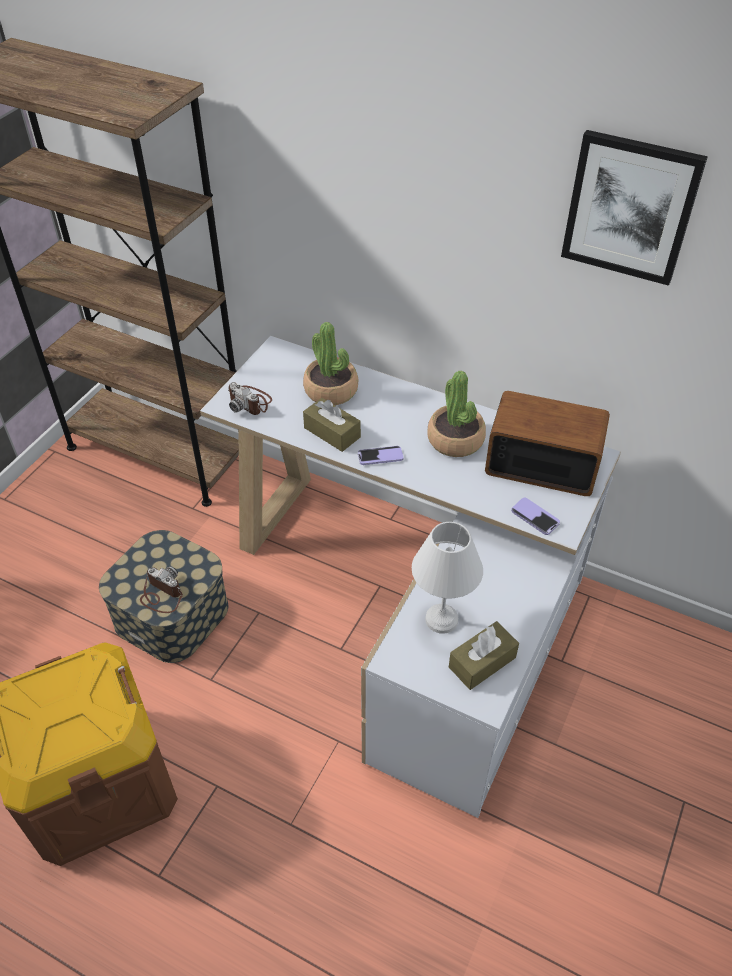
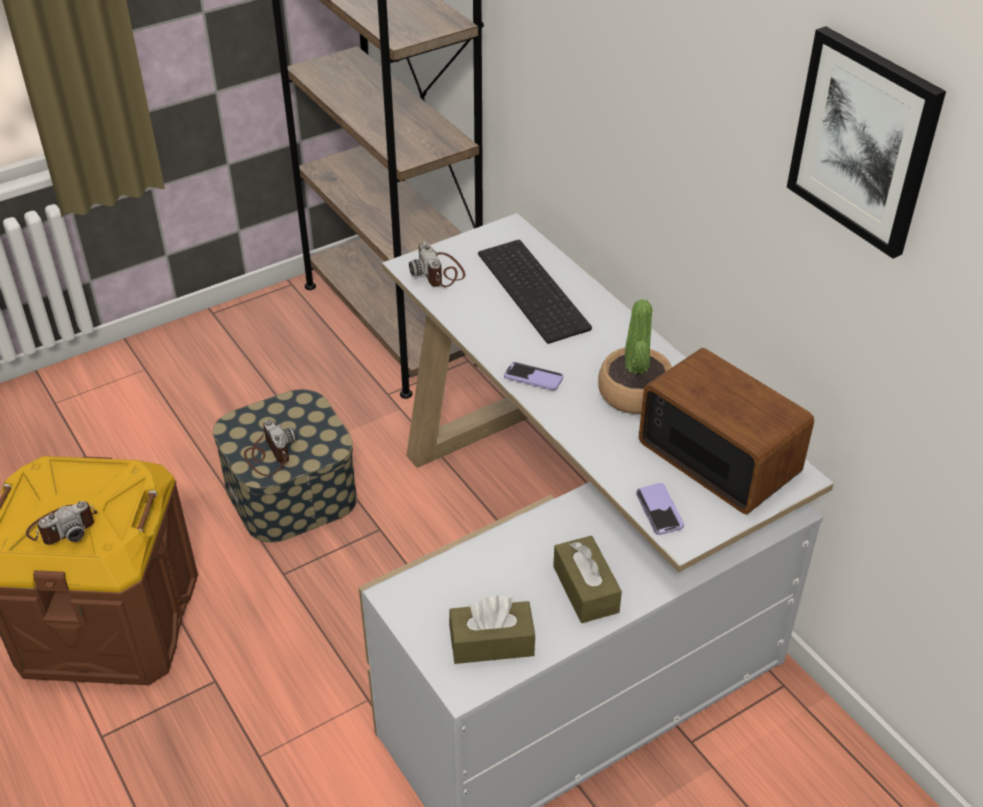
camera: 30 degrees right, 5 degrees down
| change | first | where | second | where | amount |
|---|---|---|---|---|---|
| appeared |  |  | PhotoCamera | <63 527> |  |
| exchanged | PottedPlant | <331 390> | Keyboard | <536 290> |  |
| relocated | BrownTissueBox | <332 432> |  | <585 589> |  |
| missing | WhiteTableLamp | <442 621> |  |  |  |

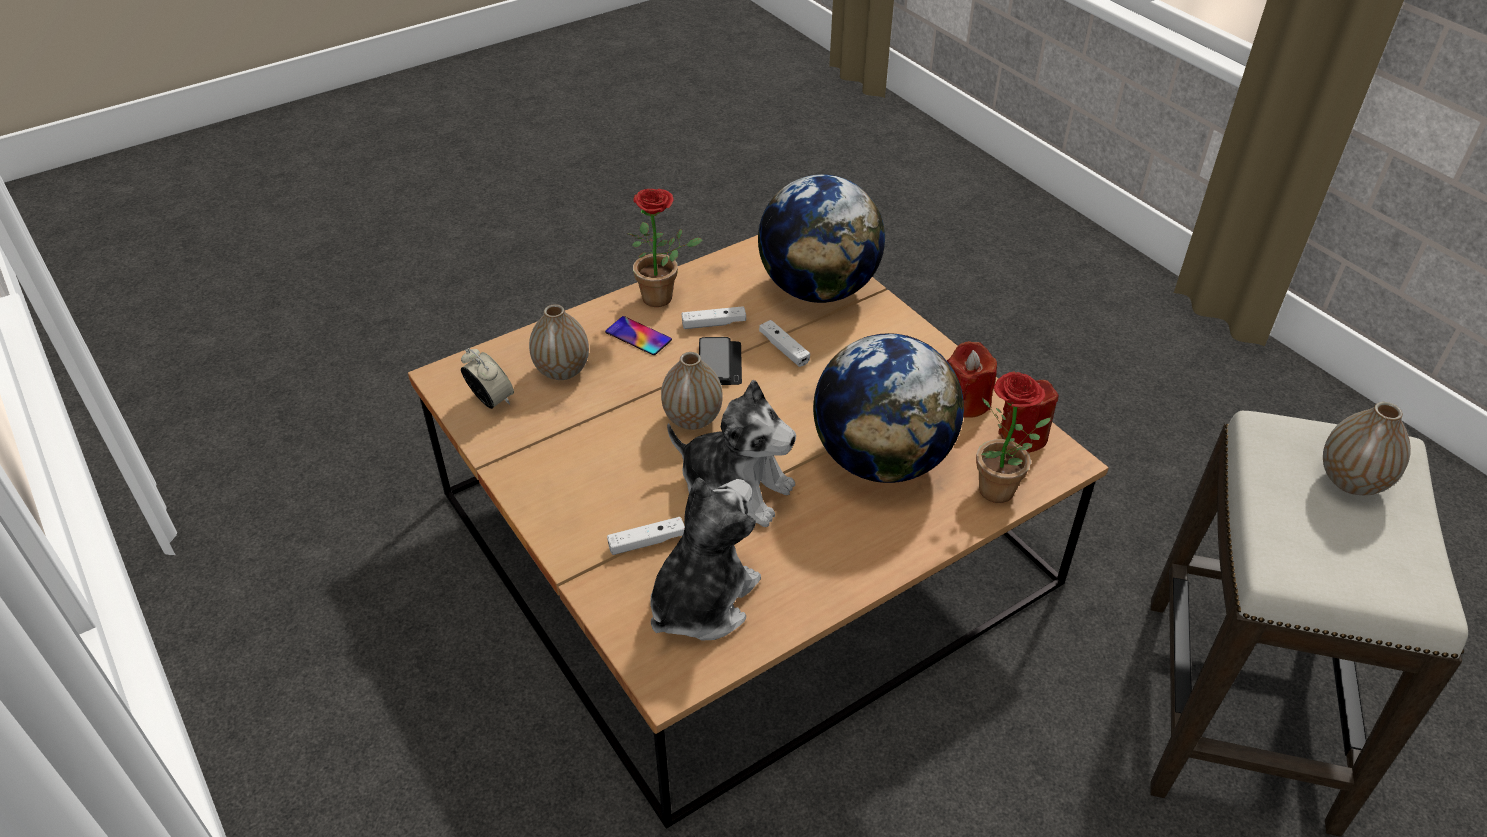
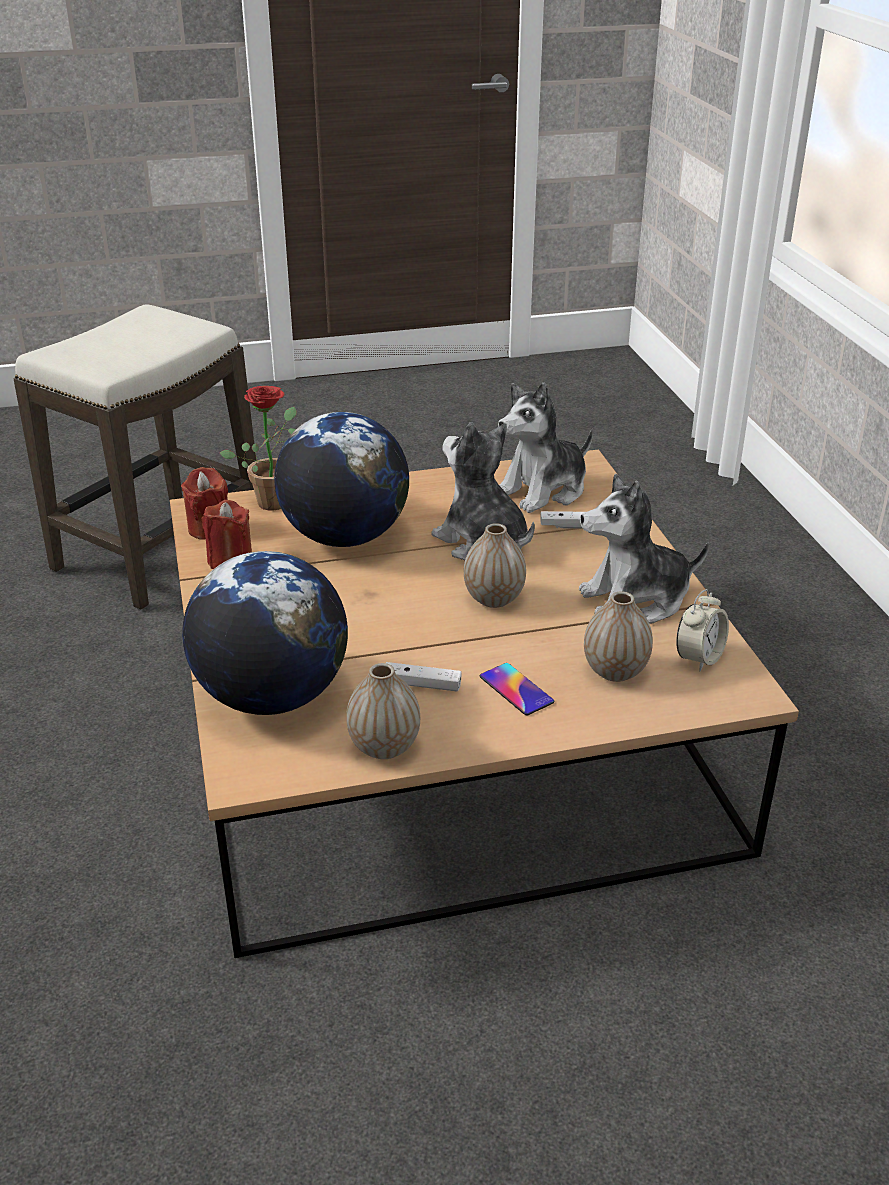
camera: 160 degrees left, 10 degrees down
| change | first | where | second | where | amount |
|---|---|---|---|---|---|
| relocated | Vase | <1351 481> |  | <384 747> |  |
| appeared |  |  | PlushToy | <635 600> |  |
| spun | AlarmClock | <491 400> |  | <699 658> | 120 degrees counterclockwise |
| missing | PottedPlant | <664 298> |  |  |  |
| missing | Phone | <720 363> |  |  |  |
| missing | WhiteGameController | <784 349> |  |  |  |

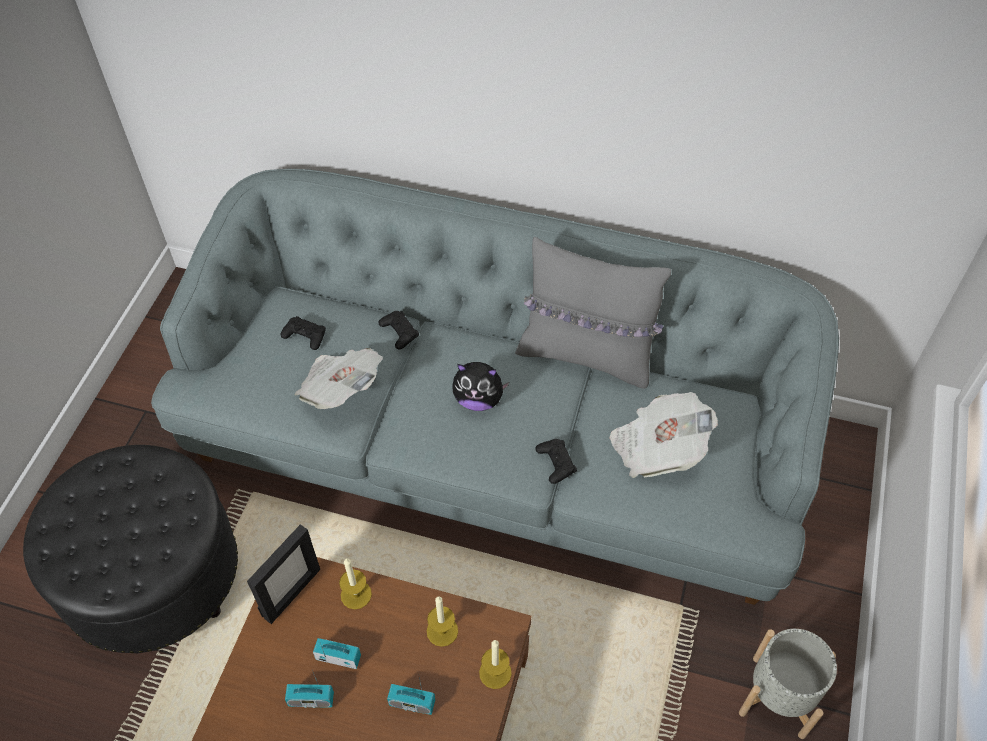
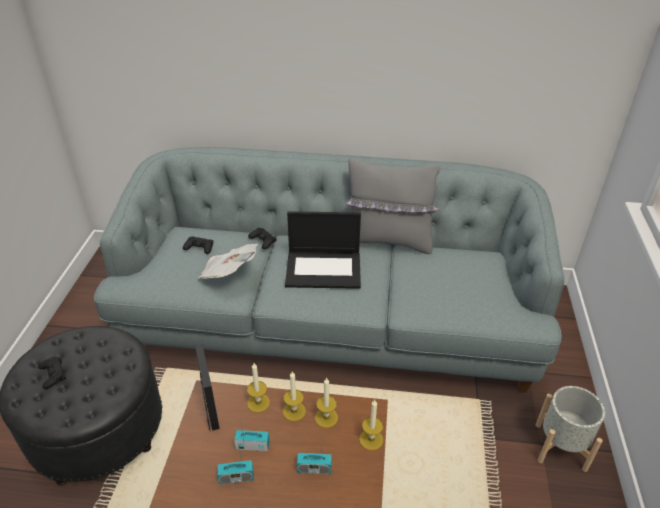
camera: 10 degrees left, 15 degrees down
| change | first | where | second | where | amount |
|---|---|---|---|---|---|
| relocated | BlackGameController | <556 463> |  | <53 374> |  |
| spun | PictureFrame | <291 592> |  | <210 408> | 45 degrees counterclockwise |
| appeared |  |  | Candle | <294 411> |  |
| exchanged | PlushToy | <478 399> | Laptop | <324 269> |  |
| missing | Newspaper | <658 448> |  |  |  |

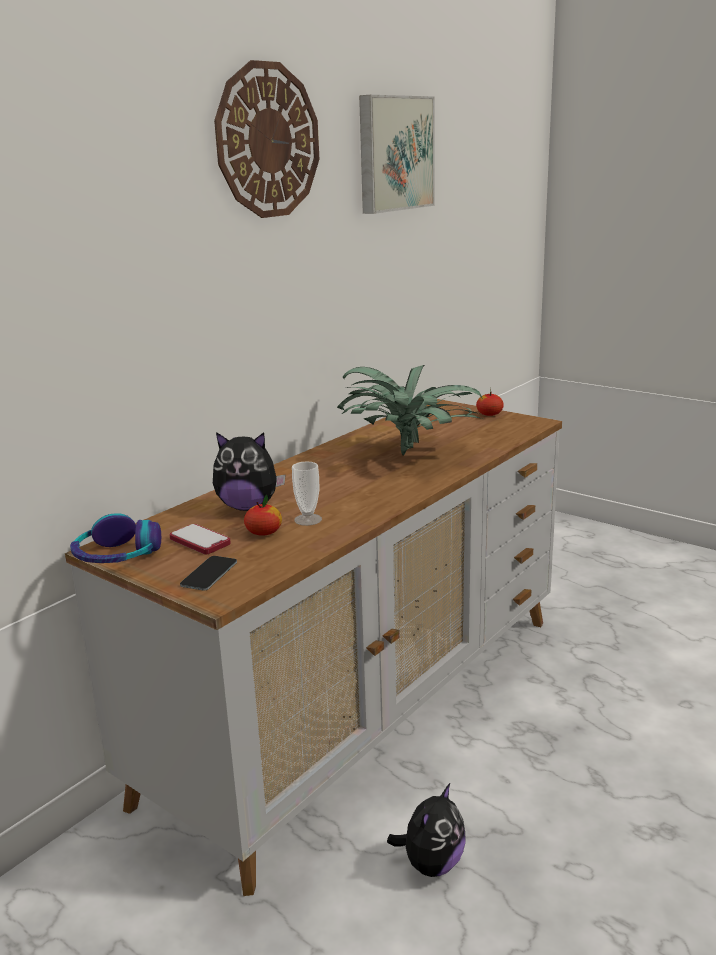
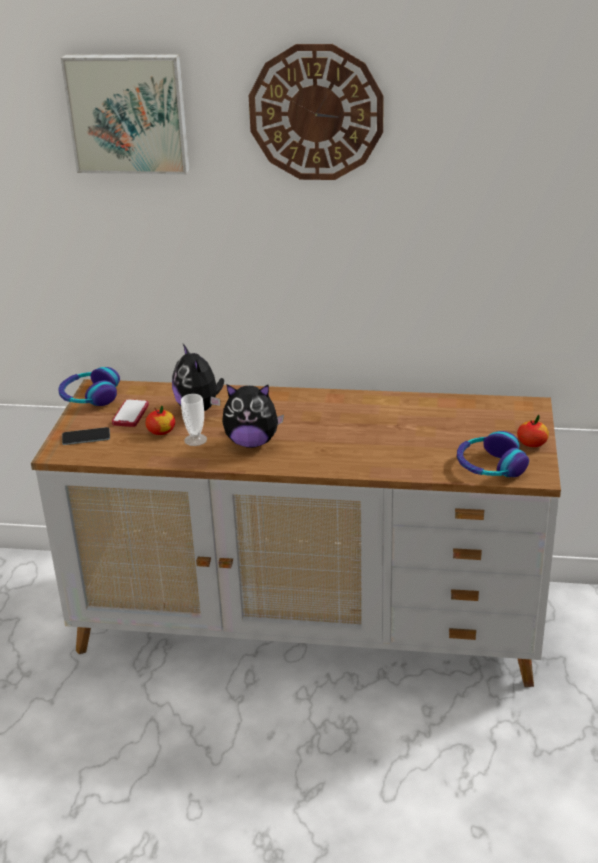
camera: 60 degrees right, 10 degrees up
| change | first | where | second | where | amount |
|---|---|---|---|---|---|
| relocated | Picture | <393 154> |  | <128 113> |  |
| relocated | PlushToy | <431 863> |  | <252 442> |  |
| appeared |  |  | Headphones | <490 466> |  |
| missing | PottedPlant | <409 453> |  |  |  |

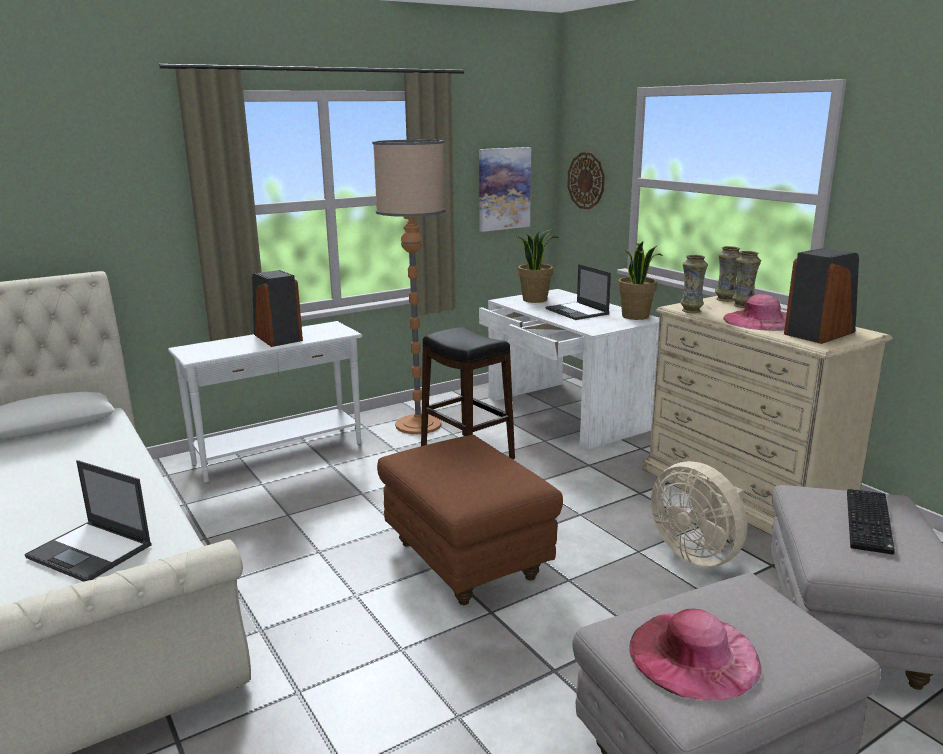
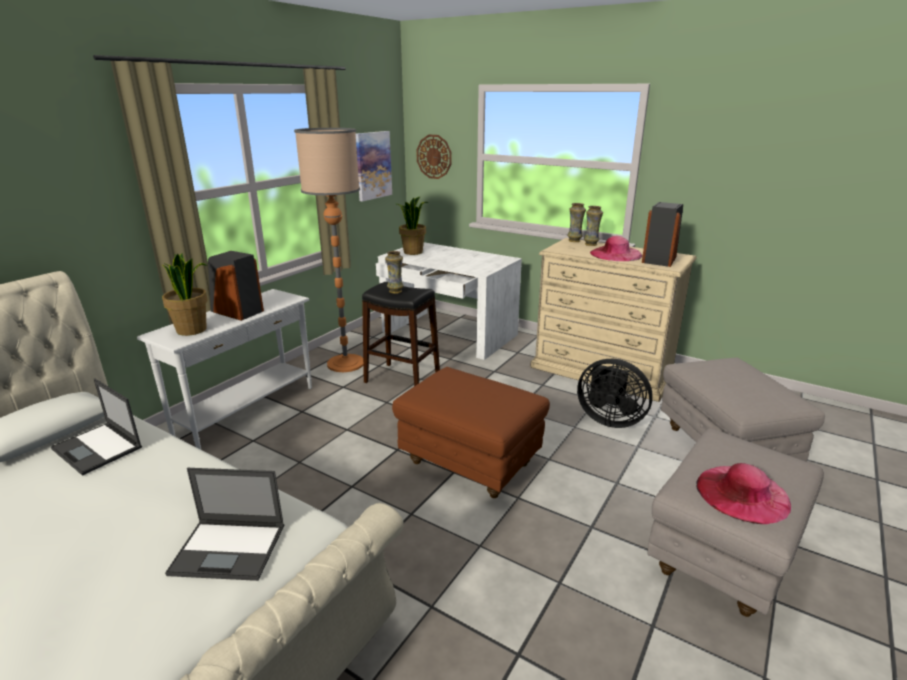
camera: 25 degrees left, 5 degrees up
| change | first | where | second | where | amount |
|---|---|---|---|---|---|
| relocated | Laptop | <577 311> |  | <98 448> |  |
| relocated | PottedPlant | <636 316> |  | <192 330> |  |
| relocated | Vase | <691 311> |  | <395 291> |  |
| colour | BeigeFan | <698 553> | BlackFan | <609 419> |  |
| missing | Keyboard | <870 523> |  |  |  |

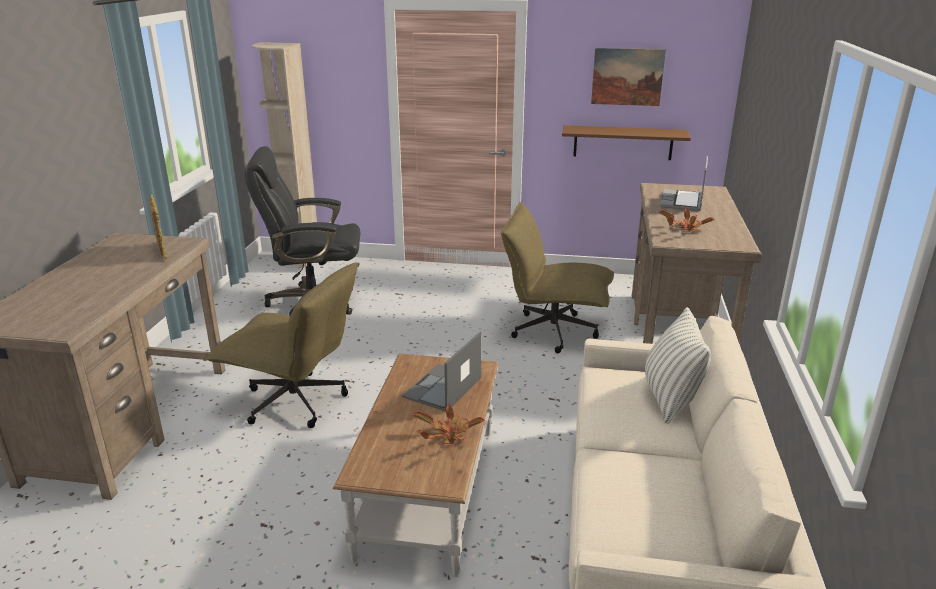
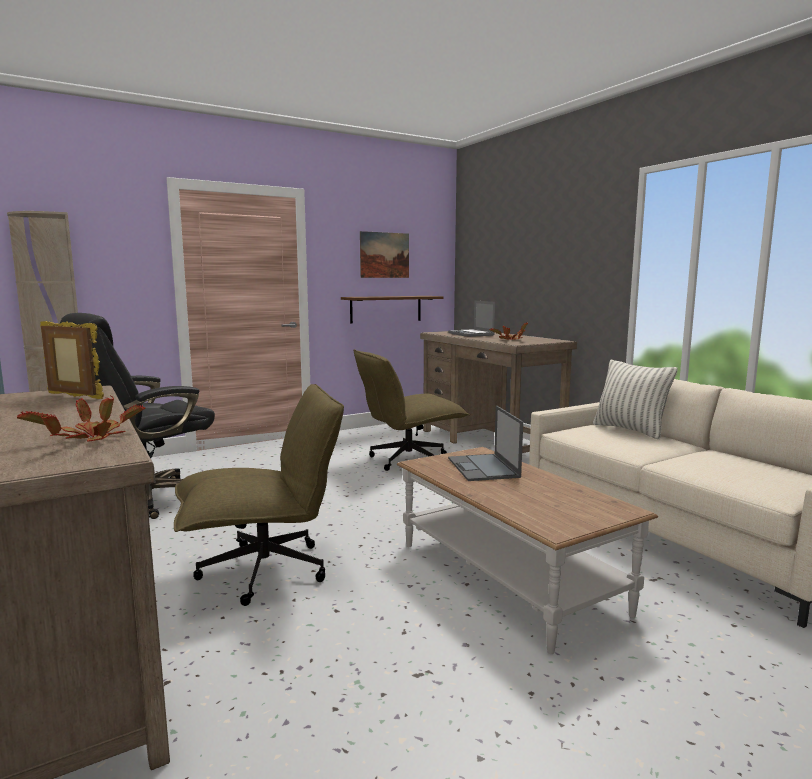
camera: 40 degrees left, 15 degrees down
| change | first | where | second | where | amount |
|---|---|---|---|---|---|
| relocated | PottedPlant | <448 435> |  | <90 439> |  |

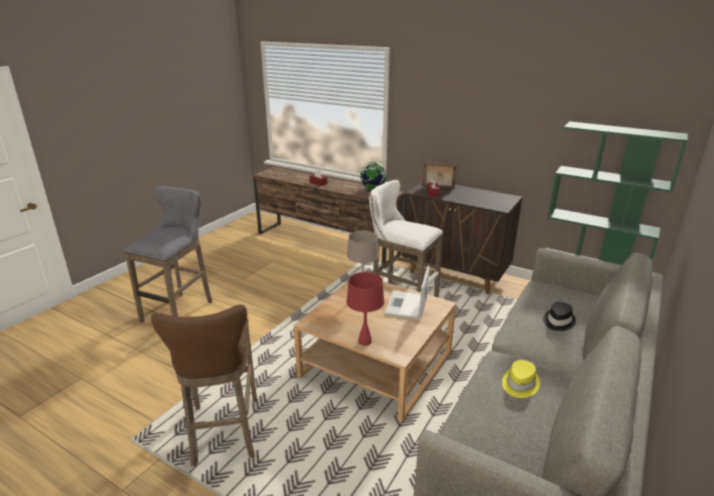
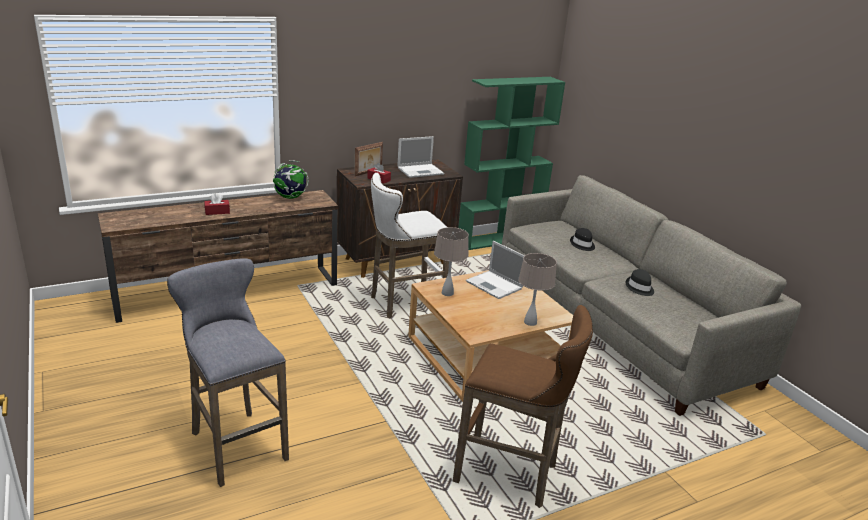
camera: 60 degrees left, 0 degrees up
| change | first | where | second | where | amount |
|---|---|---|---|---|---|
| appeared |  |  | Laptop | <421 171> |  |
| colour | RedTableLamp | <365 341> | BeigeTableLamp | <530 322> |  |
| colour | YellowHat | <519 384> | BlackHat | <639 288> |  |

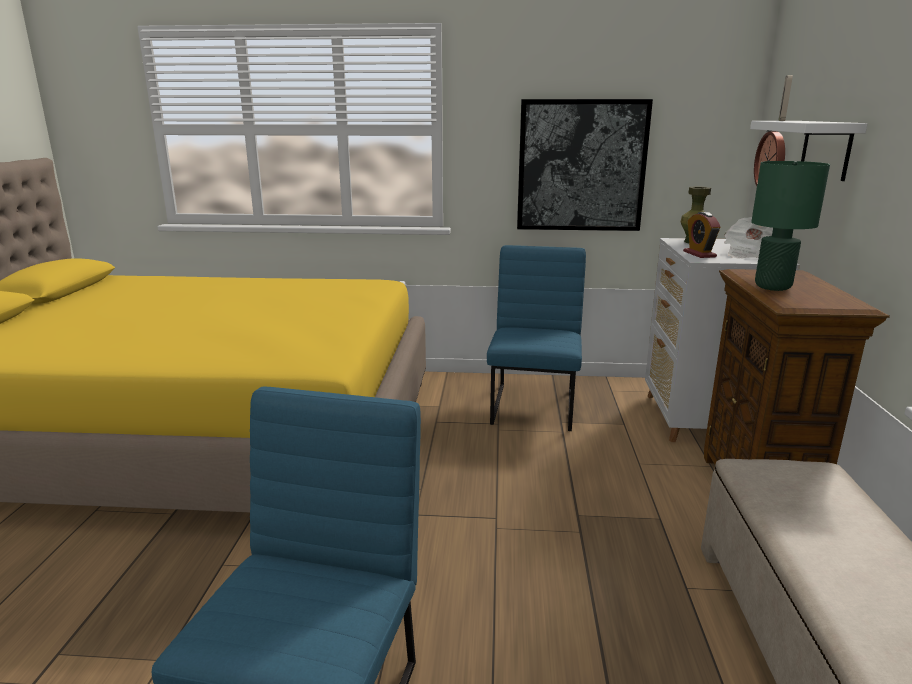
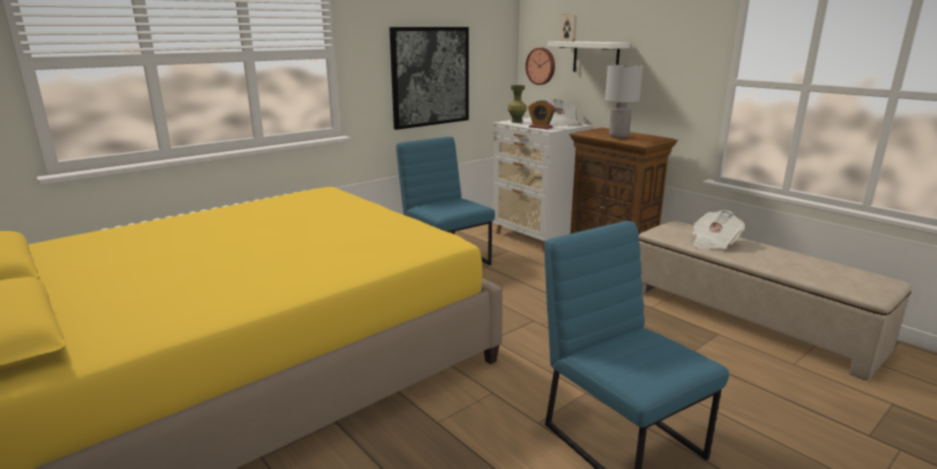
camera: 45 degrees left, 0 degrees up
| change | first | where | second | where | amount |
|---|---|---|---|---|---|
| colour | GreenTableLamp | <772 289> | GreyTableLamp | <619 137> |  |
| appeared |  |  | Newspaper | <713 243> |  |

